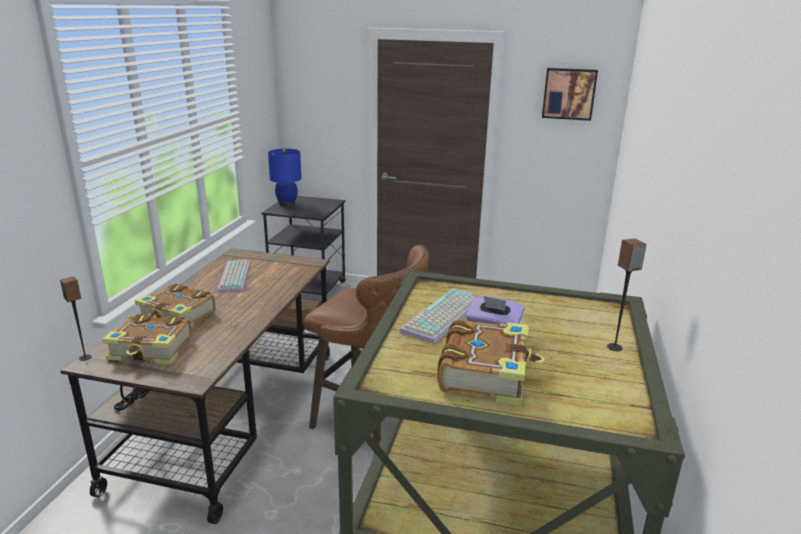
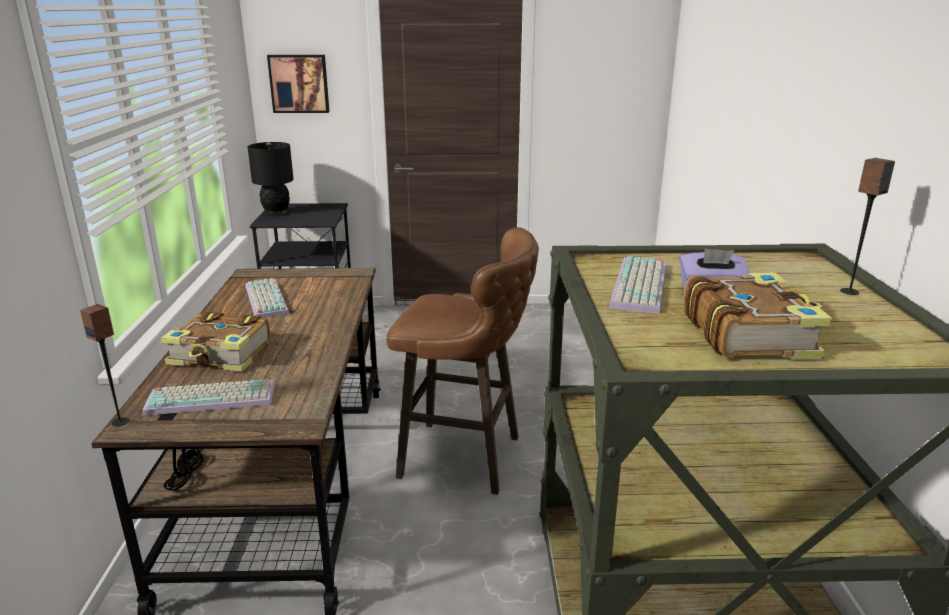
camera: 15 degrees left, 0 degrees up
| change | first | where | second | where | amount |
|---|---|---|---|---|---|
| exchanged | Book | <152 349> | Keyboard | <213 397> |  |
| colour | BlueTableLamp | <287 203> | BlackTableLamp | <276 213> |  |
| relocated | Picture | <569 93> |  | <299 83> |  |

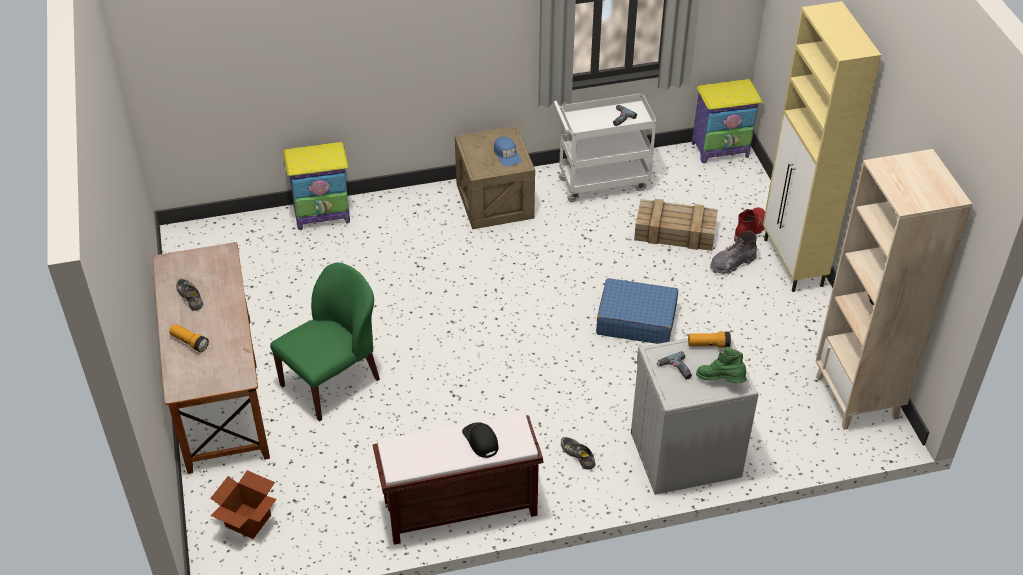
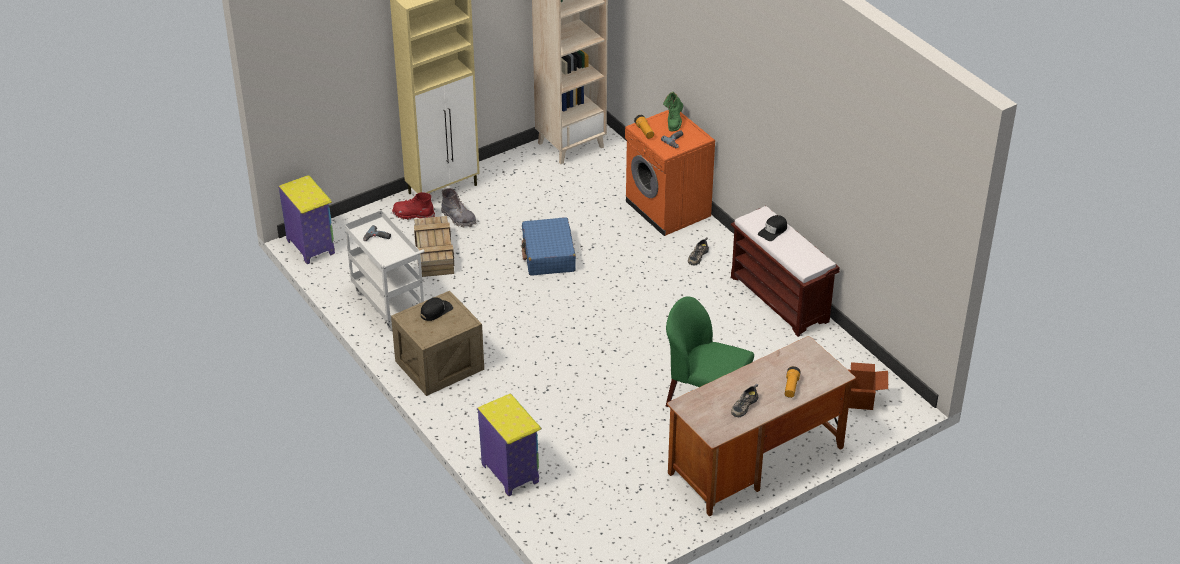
camera: 110 degrees left, 5 degrees down
| change | first | where | second | where | amount |
|---|---|---|---|---|---|
| colour | BlueCap | <507 154> | BlackCap | <436 311> |  |
| colour | WhiteWashingMachine | <684 453> | OrangeWashingMachine | <666 210> |  |

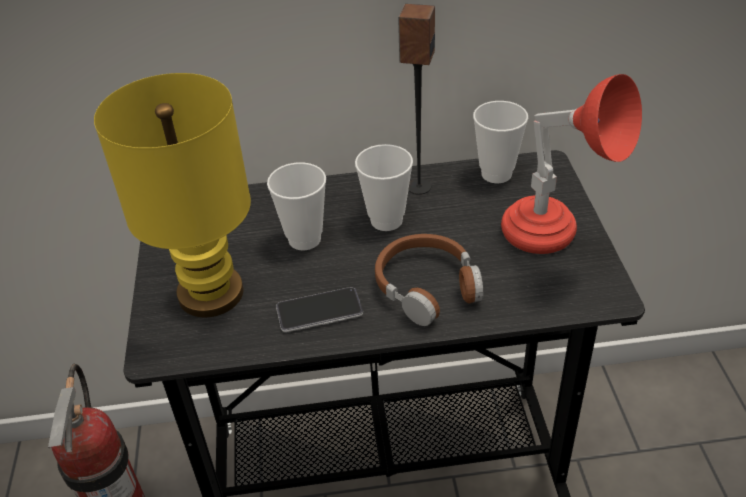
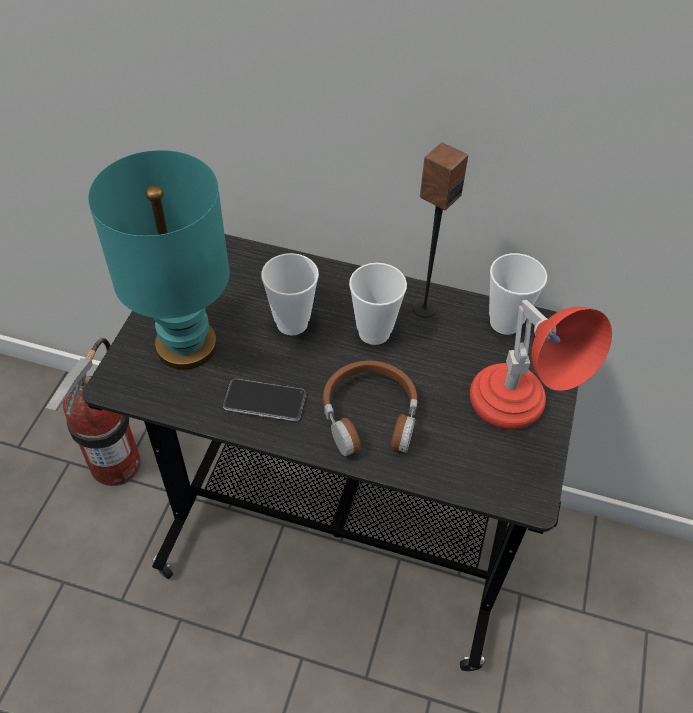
camera: 20 degrees right, 10 degrees up
| change | first | where | second | where | amount |
|---|---|---|---|---|---|
| colour | YellowTableLamp | <212 293> | TurquoiseTableLamp | <188 346> |  |

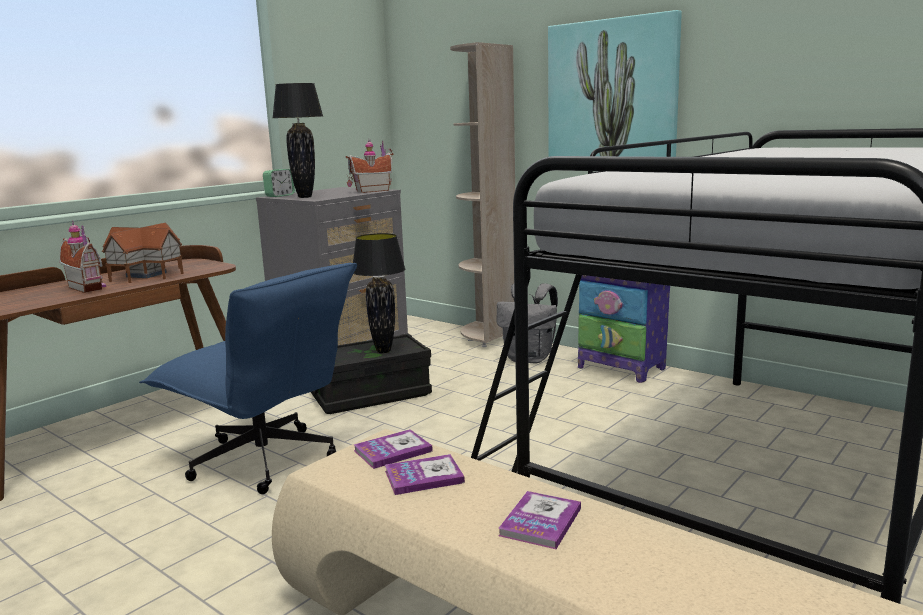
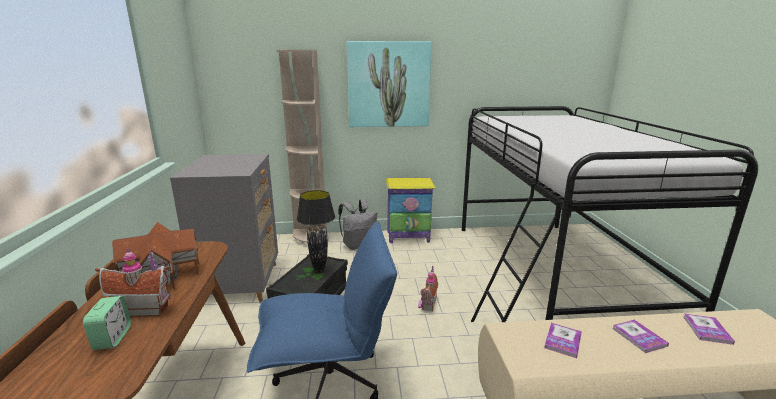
camera: 45 degrees left, 5 degrees up
| change | first | where | second | where | amount |
|---|---|---|---|---|---|
| relocated | AlarmClock | <280 195> |  | <112 338> |  |
| relocated | ToyHouse | <371 191> |  | <427 304> |  |
| relocated | Book | <392 451> |  | <707 330> |  |
| missing | BlackTableLamp | <304 197> |  |  |  |

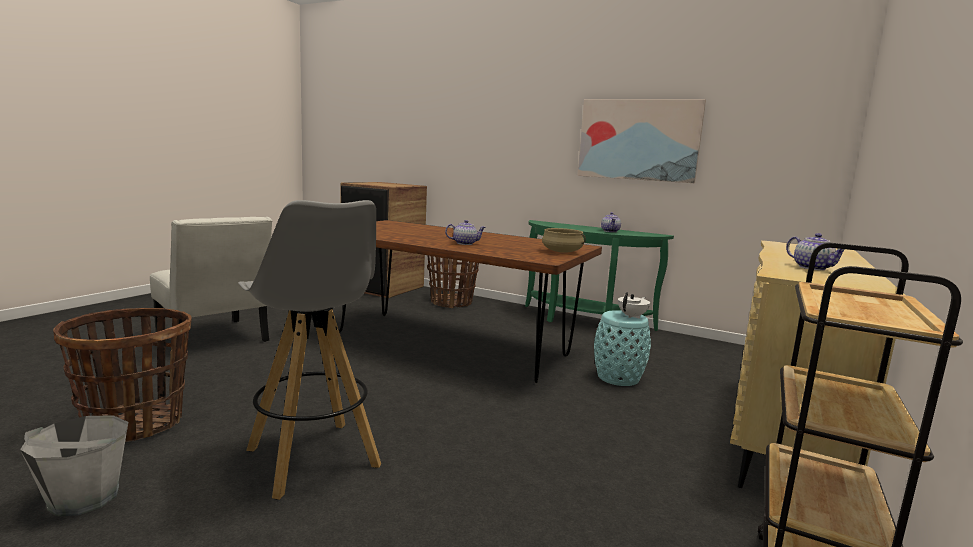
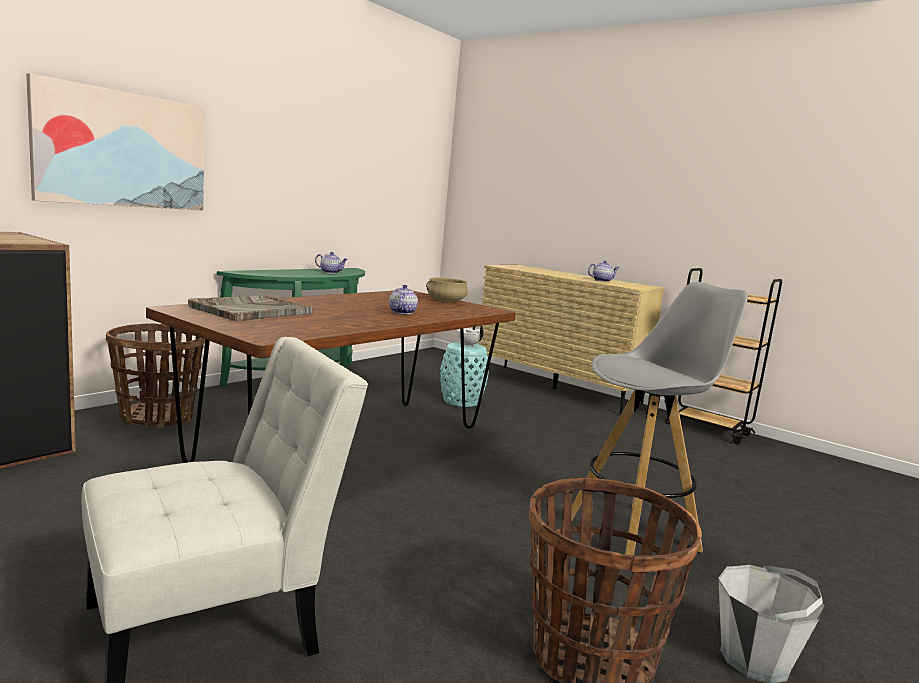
camera: 80 degrees left, 0 degrees up
| change | first | where | second | where | amount |
|---|---|---|---|---|---|
| relocated | Picture | <638 140> |  | <123 149> |  |
| appeared |  |  | GreyTray | <250 310> |  |

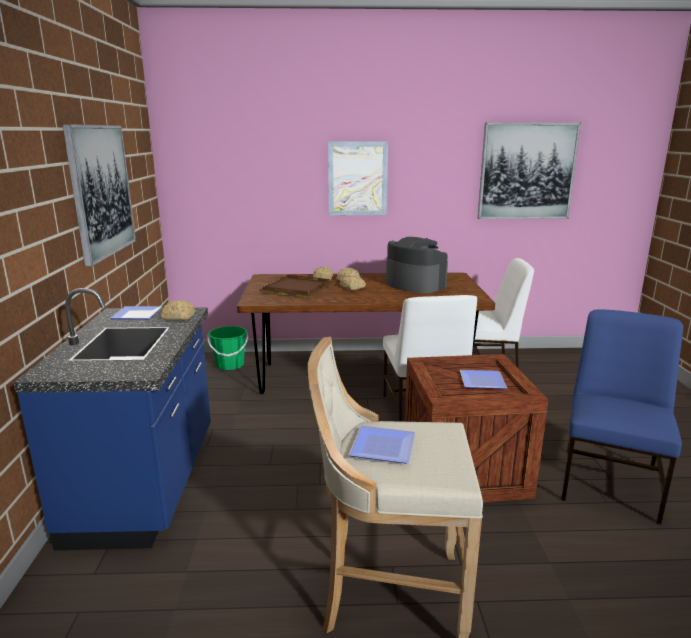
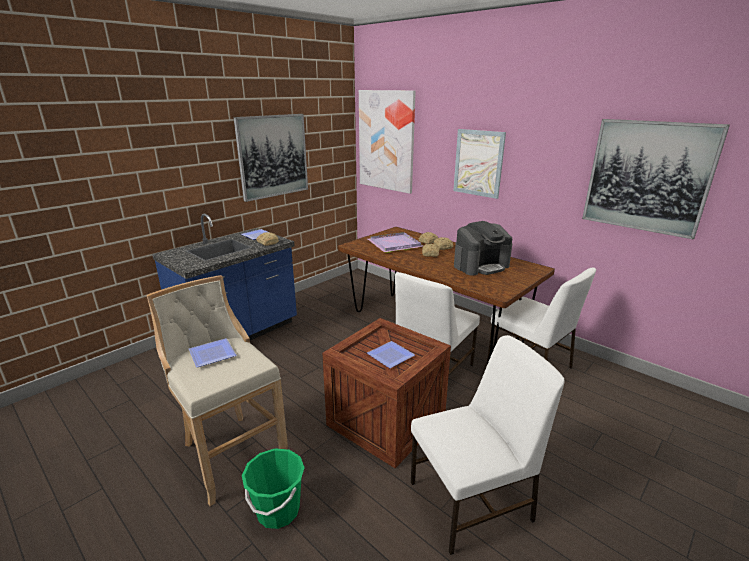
camera: 45 degrees right, 5 degrees up
| change | first | where | second | where | amount |
|---|---|---|---|---|---|
| relocated | GreenBucket | <230 365> |  | <278 510> |  |
| appeared |  |  | Picture | <386 141> |  |
| colour | BrownTray | <297 289> | PurpleTray | <394 244> |  |
| colour | BlueChair | <610 482> | WhiteChair | <472 501> |  |
| spun | CoffeeMachine | <414 285> |  | <481 265> | 60 degrees clockwise |

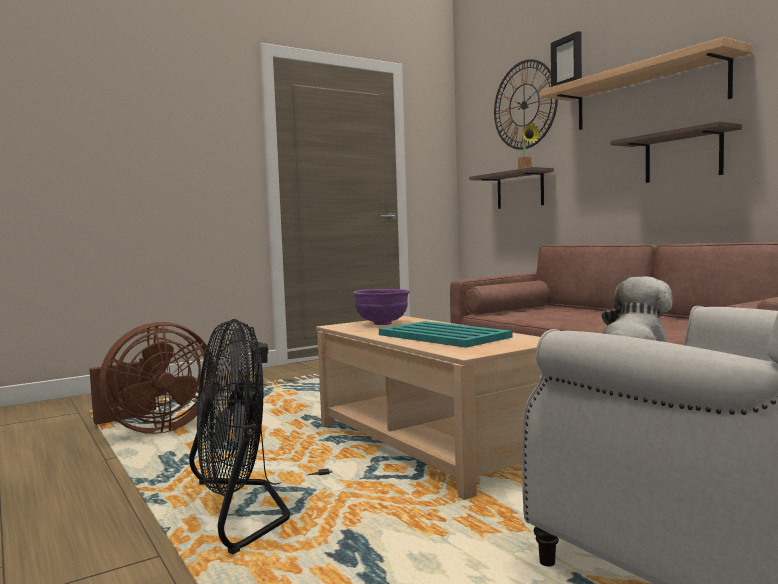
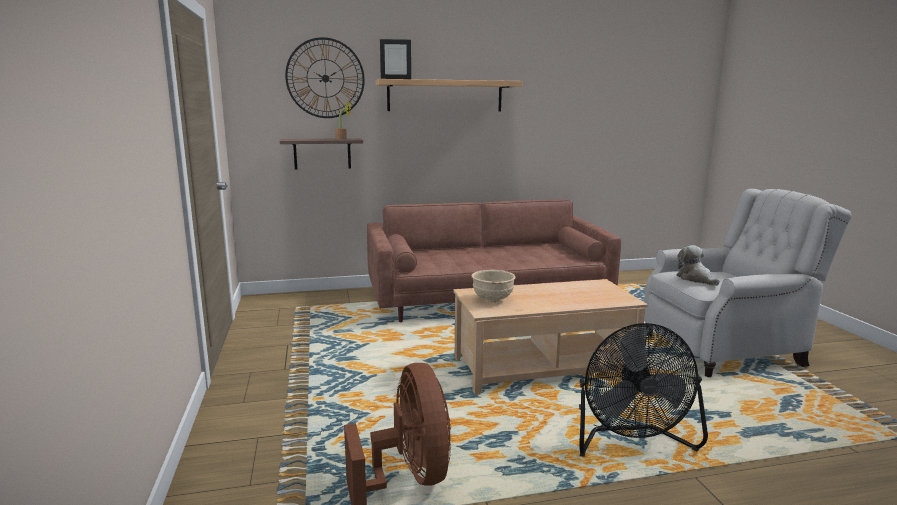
camera: 70 degrees left, 10 degrees up
| change | first | where | second | where | amount |
|---|---|---|---|---|---|
| colour | PurpleBowl | <383 324> | BeigeBowl | <493 300> |  |
| missing | TurquoiseTray | <444 336> |  |  |  |
| missing | Shelf | <683 156> |  |  |  |

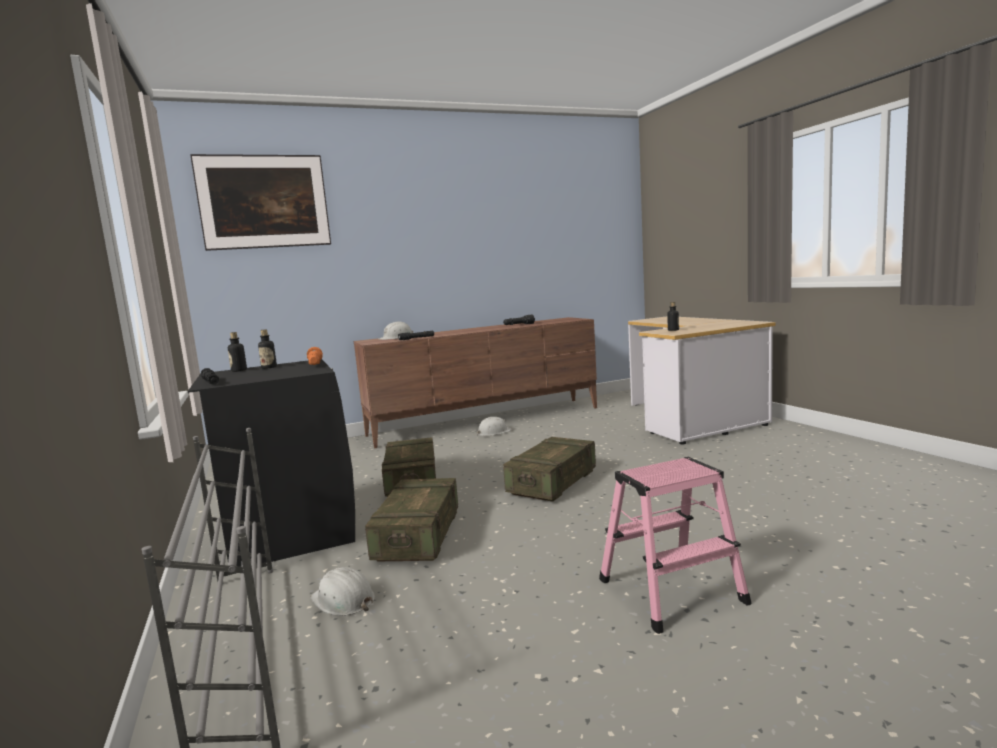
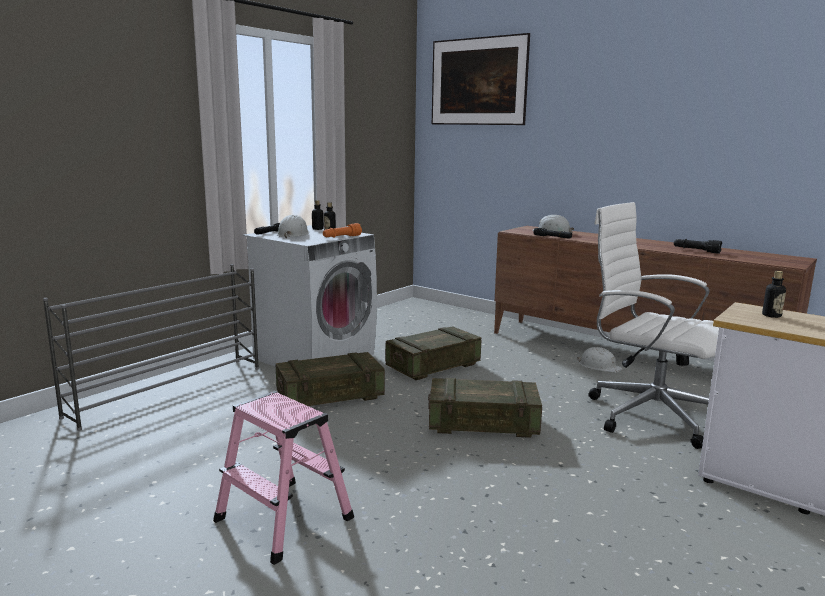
camera: 60 degrees right, 5 degrees up
| change | first | where | second | where | amount |
|---|---|---|---|---|---|
| colour | BlackWashingMachine | <289 532> | WhiteWashingMachine | <314 356> |  |
| relocated | WhiteHardHat | <343 600> |  | <293 234> |  |
| appeared |  |  | WhiteOfficeChair | <649 414> |  |

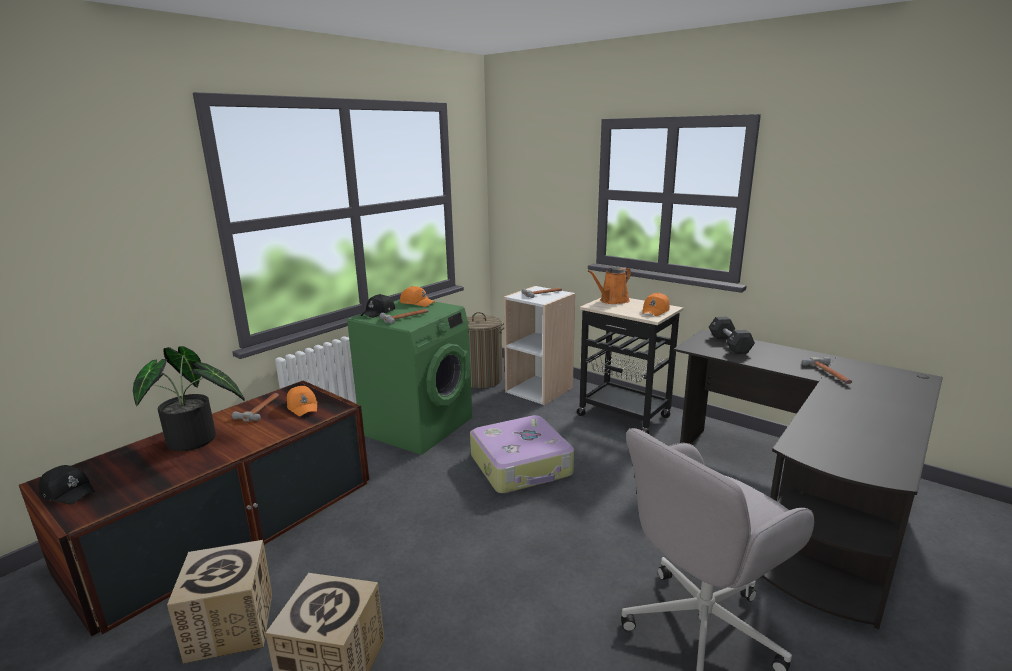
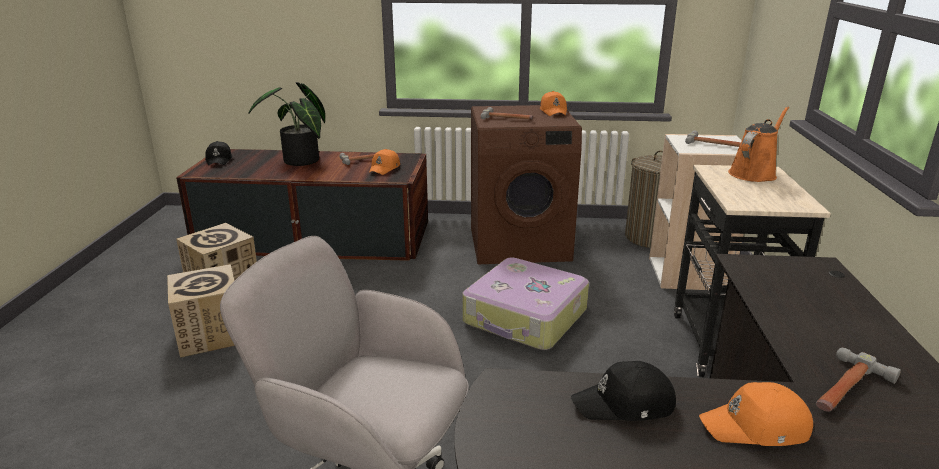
camera: 55 degrees right, 5 degrees up
| change | first | where | second | where | amount |
|---|---|---|---|---|---|
| colour | GreenWashingMachine | <419 426> | BrownWashingMachine | <519 244> |  |
| relocated | BlackCap | <378 312> |  | <625 405> |  |
| relocated | OrangeCap | <656 311> |  | <756 428> |  |
| spun | OrangeWateringCan | <612 301> |  | <754 173> | 120 degrees clockwise |
| missing | BlackDumbbell | <729 344> |  |  |  |

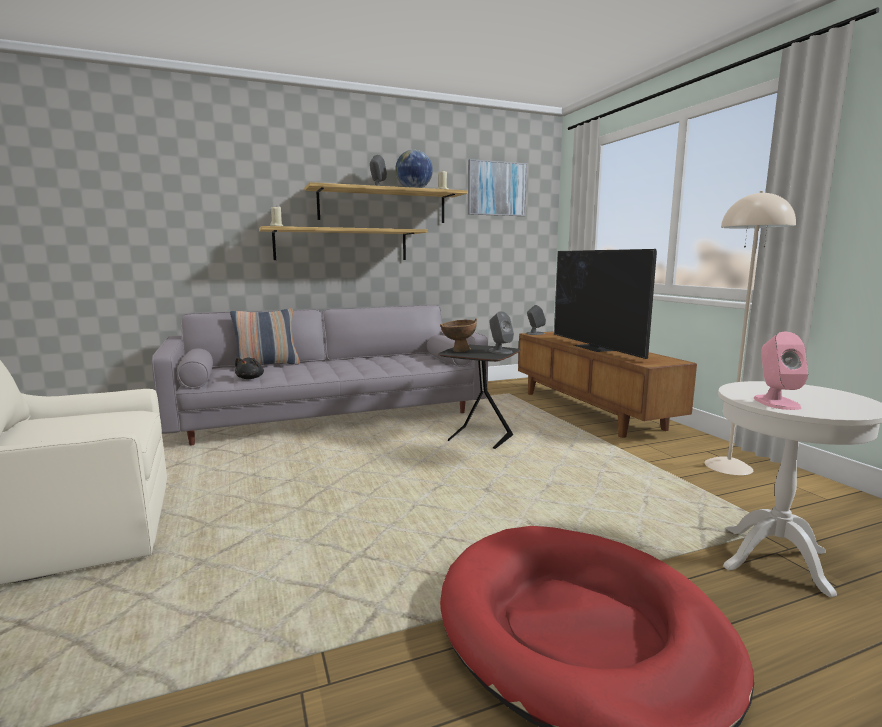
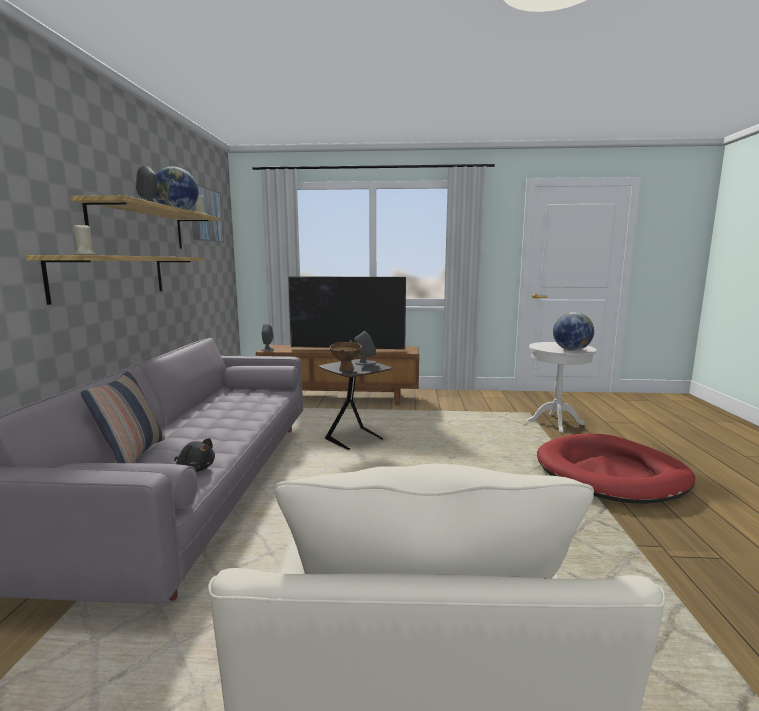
camera: 65 degrees left, 0 degrees up
| change | first | where | second | where | amount |
|---|---|---|---|---|---|
| exchanged | PinkSpeaker | <776 402> | Globe | <571 350> |  |
| missing | BeigeFloorLamp | <728 466> |  |  |  |

